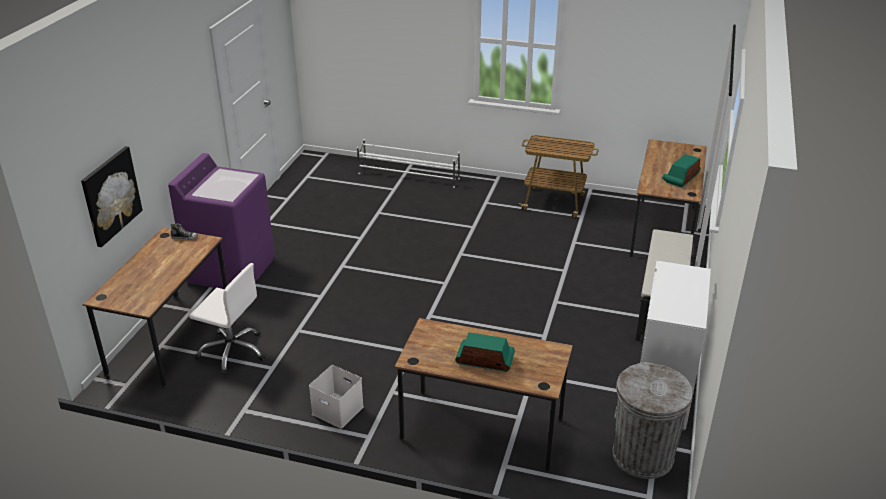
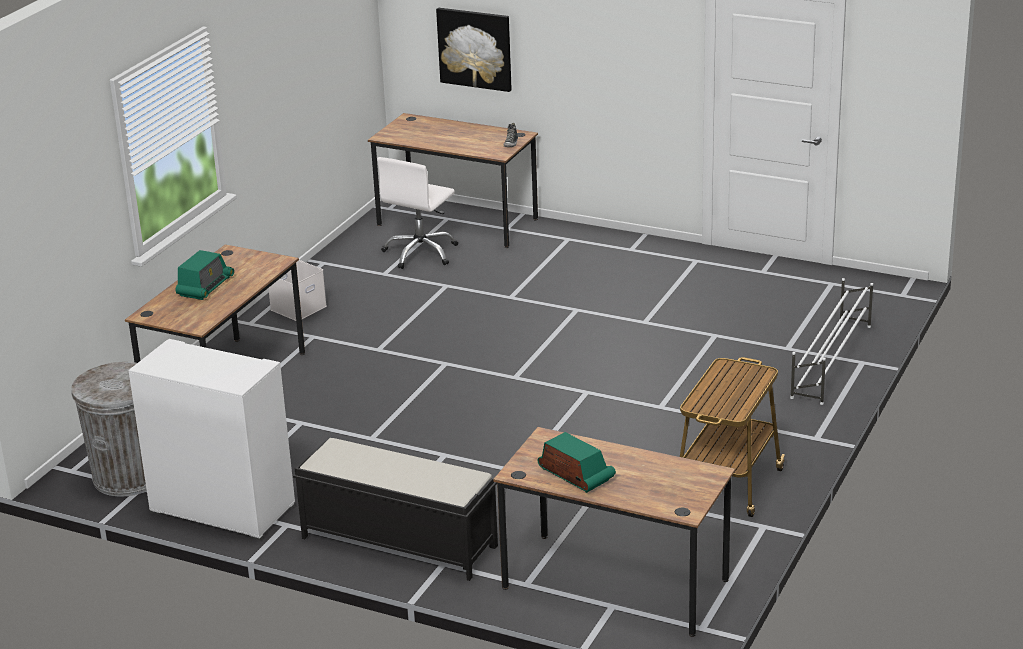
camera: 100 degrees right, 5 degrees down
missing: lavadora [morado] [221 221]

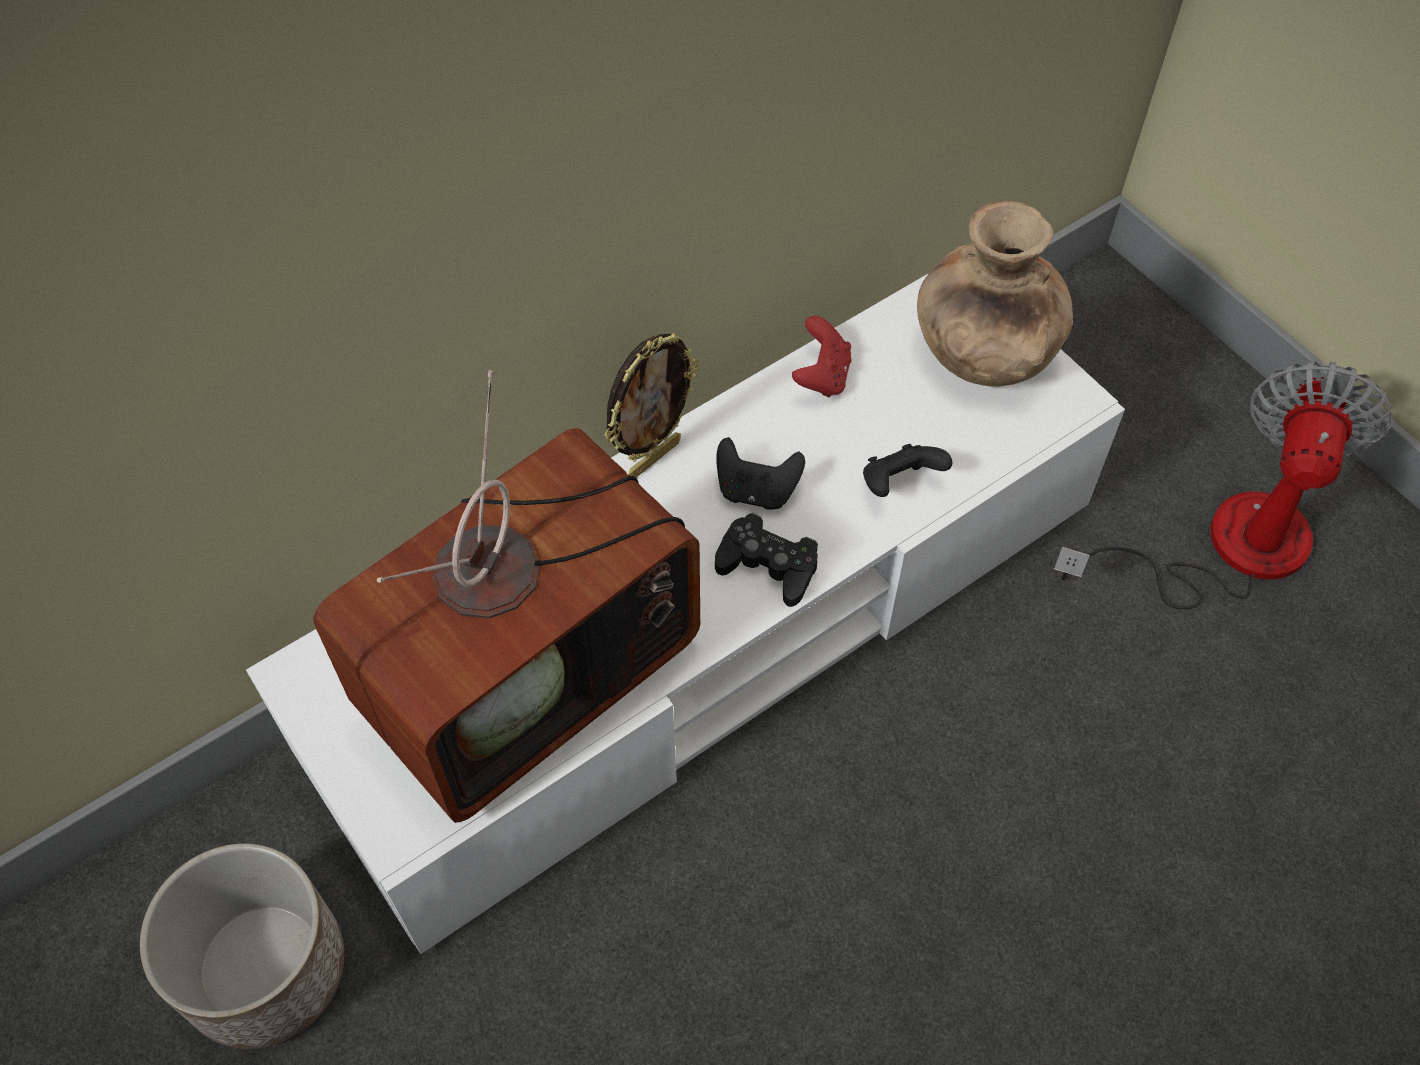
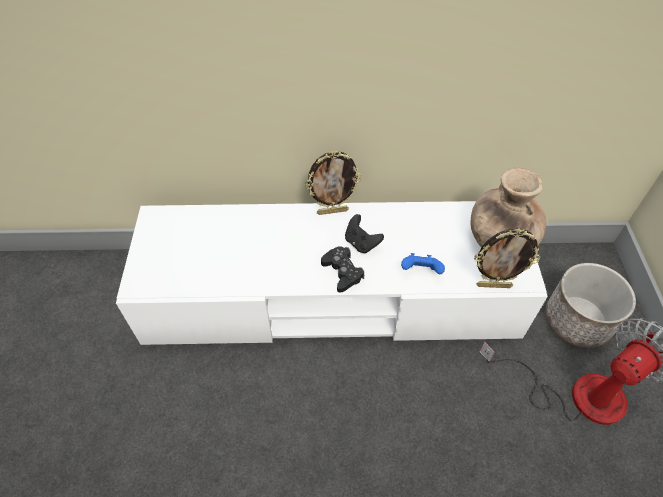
camera: 35 degrees right, 5 degrees down
missing: televisor [506 596]; mando de consola [rojo] [821 356]
appeared: portarretratos [507 258]
relocated: maceta [242 946] to [590 305]
colour: mando de consola [negro] [907 470] to mando de consola [azul] [423 263]

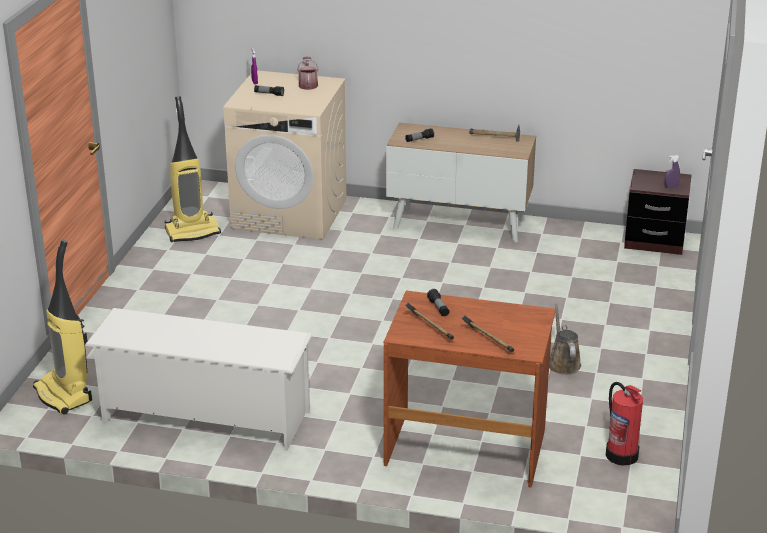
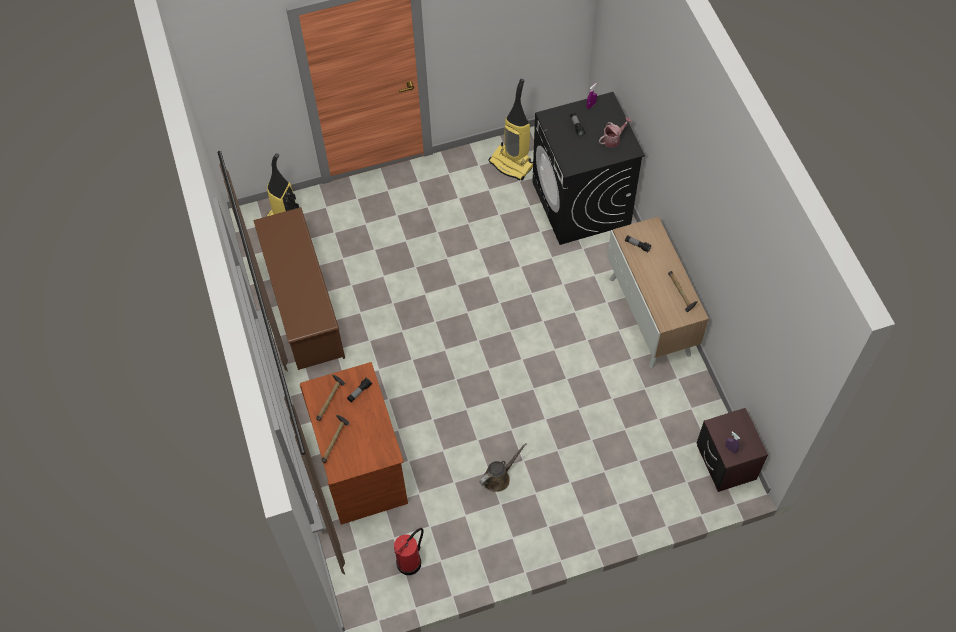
camera: 60 degrees right, 30 degrees up
colour: zapatero [blanco] [198 379] to zapatero [marrón] [299 288]; lavadora [beis] [285 155] to lavadora [negro] [588 168]

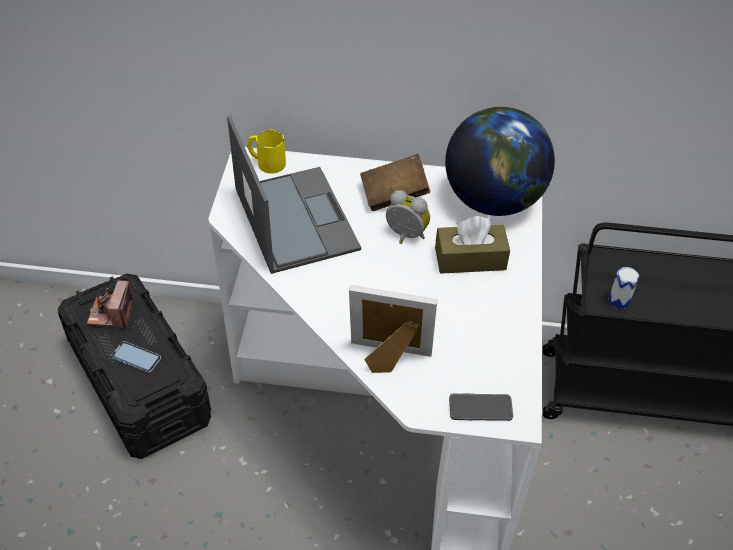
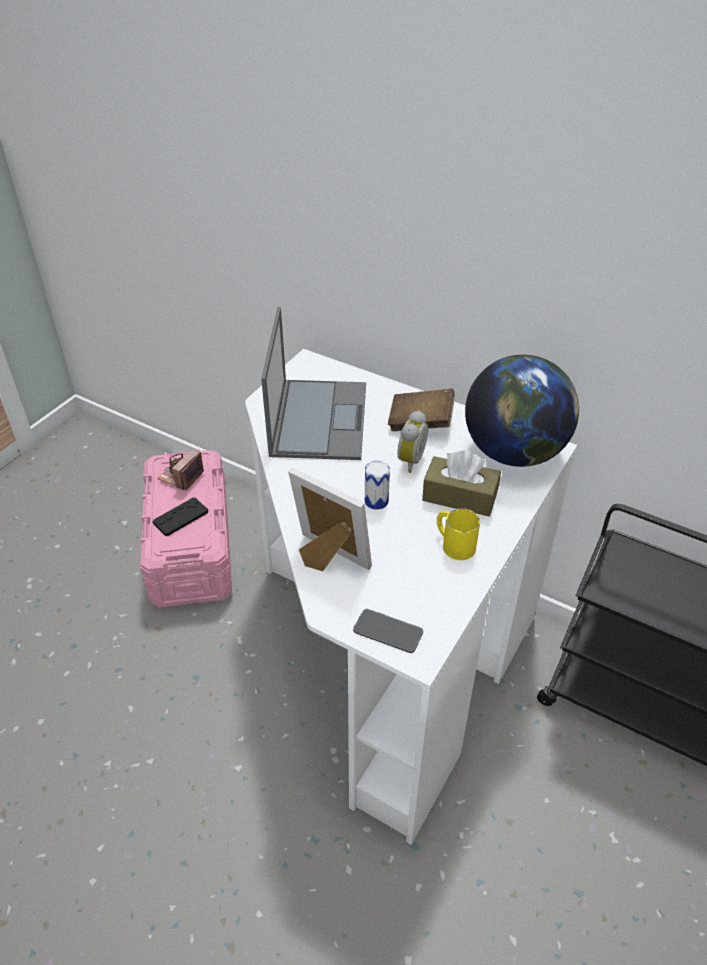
camera: 25 degrees right, 5 degrees down
relocated: taza grande [amarillo] [266 152] to [458 534]; lata [624 288] to [377 485]
exchanged: móvil [136 357] to mando de consola [negro] [180 516]
colour: caja de almacenaje [negro] [134 366] to caja de almacenaje [rosa] [186 528]
spun: despertador [408 217] = [412 441] 60 degrees clockwise

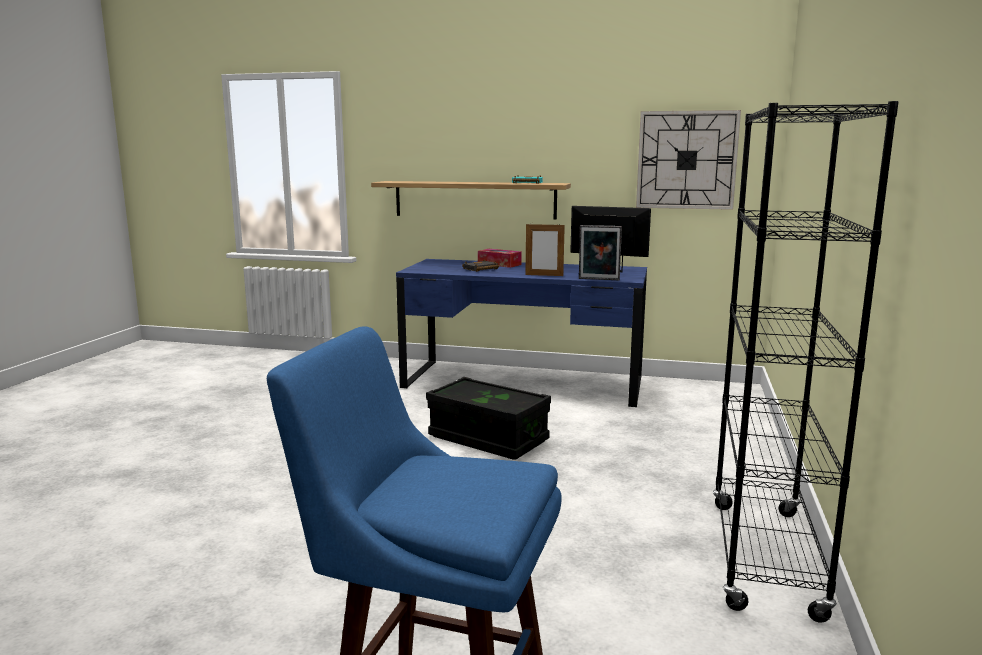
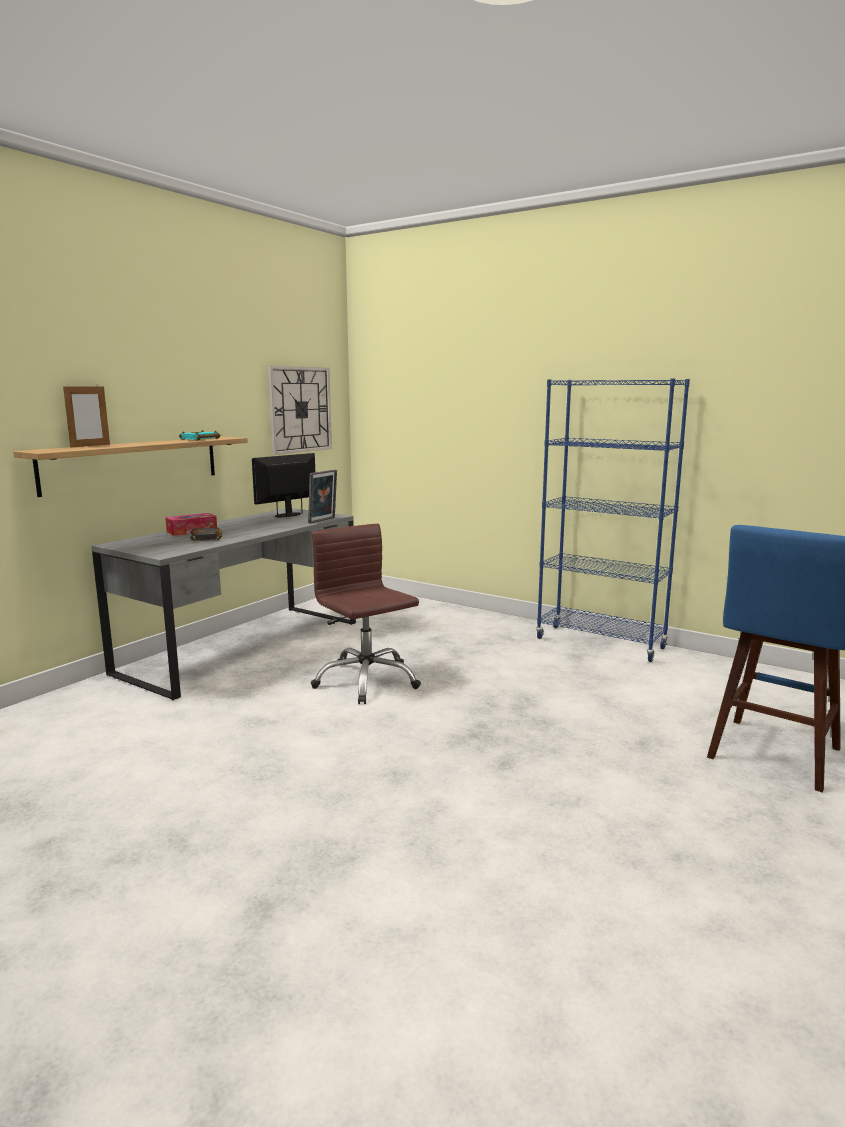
camera: 70 degrees left, 0 degrees up
relocated: portarretratos [545 249] to [86 416]
exchanged: caja de almacenaje [negro] [488 418] to silla de oficina [marrón] [366 614]
colour: escritorio [azul] [521 333] to escritorio [gris] [223 604]; estantería [negro] [806 361] to estantería [azul] [613 520]

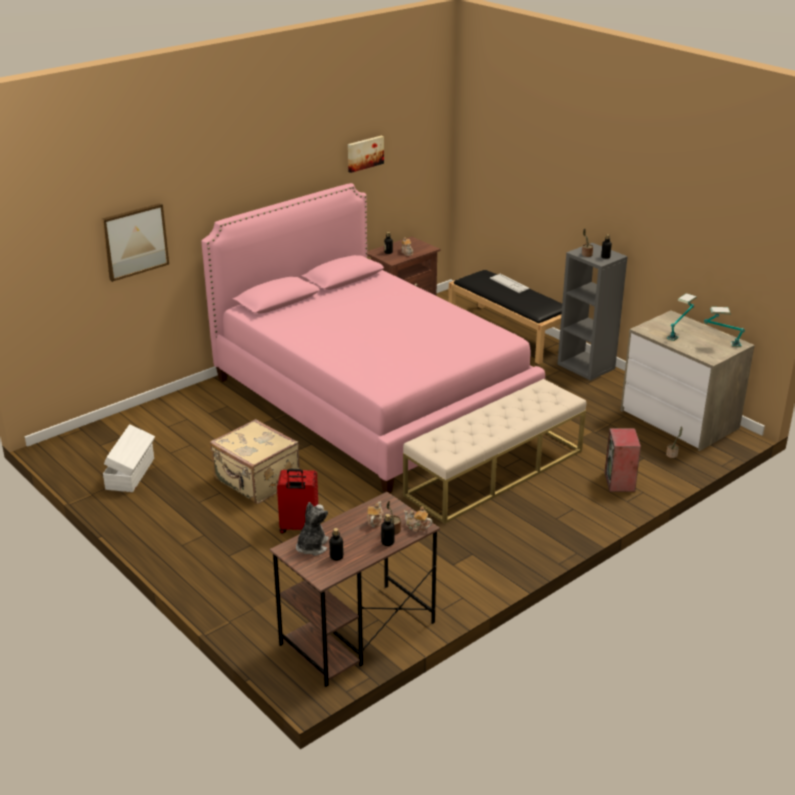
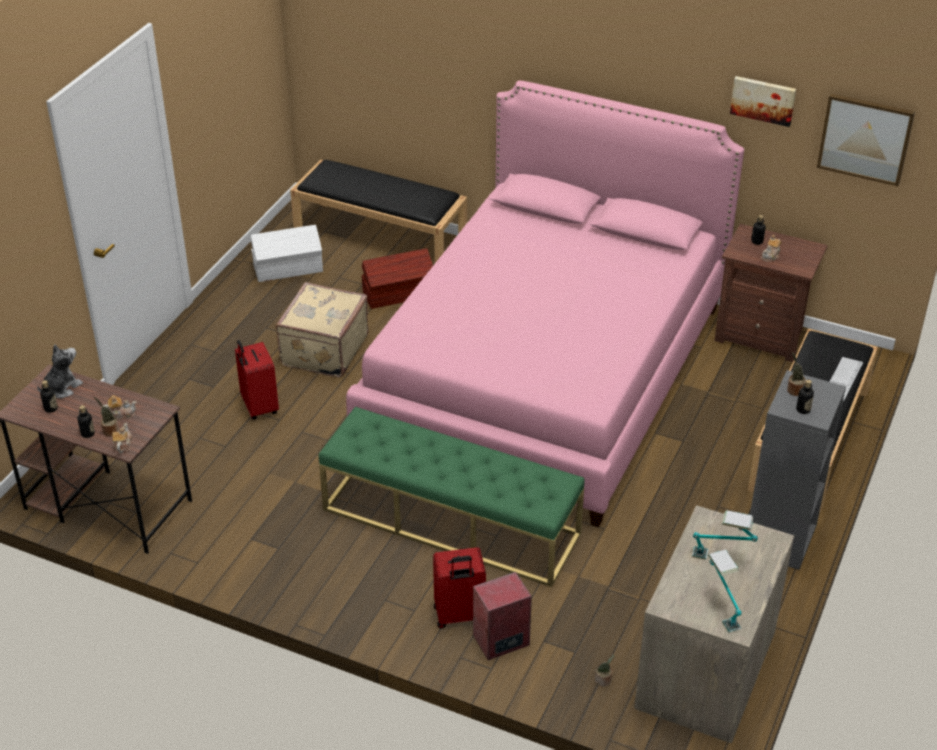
camera: 65 degrees right, 10 degrees up
appeared: banco [negro] [378 211]; caja de almacenaje [marrón] [397 278]; maleta [rojo] [459 587]
relocated: cuadro [135 242] to [866 140]
colour: banco [beis] [495 451] to banco [verde] [451 497]
spun: peluche [312 529] = [60 371] 45 degrees counterclockwise

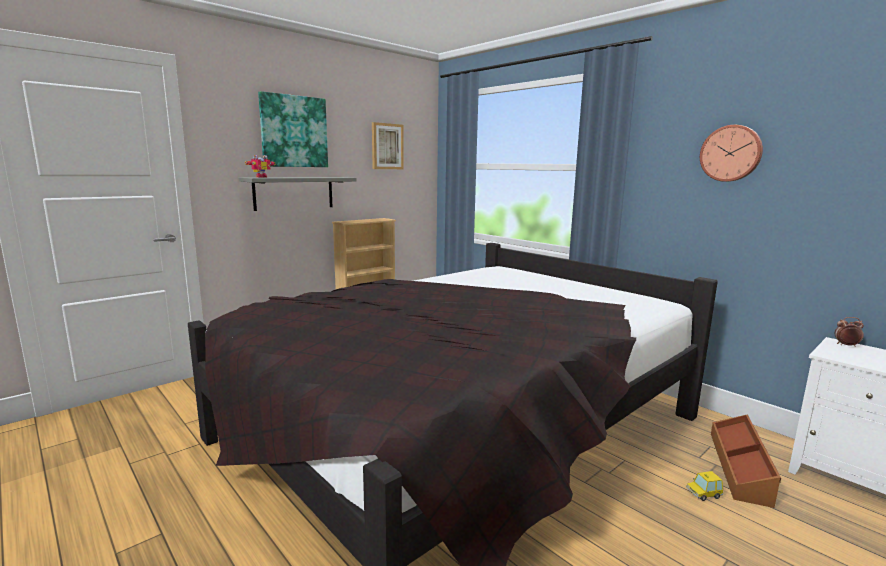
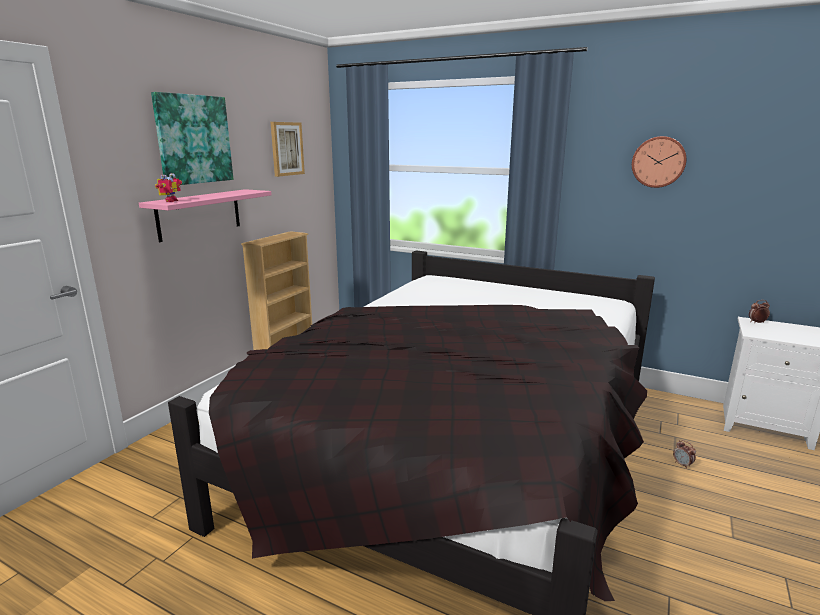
camera: 20 degrees left, 5 degrees up
missing: caja de almacenaje [marrón] [746 461]
exchanged: coche de juguete [704 486] to despertador [684 454]
colour: estante [gris] [298 194] to estante [rosa] [205 215]

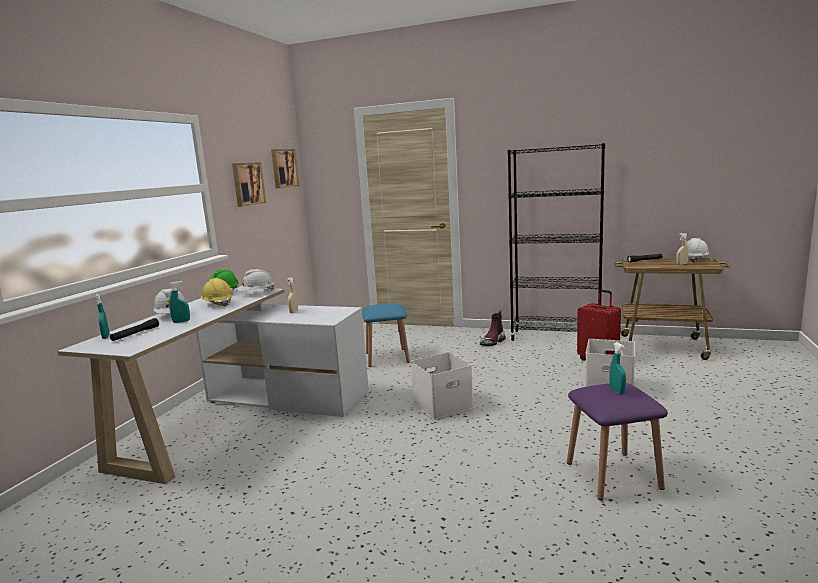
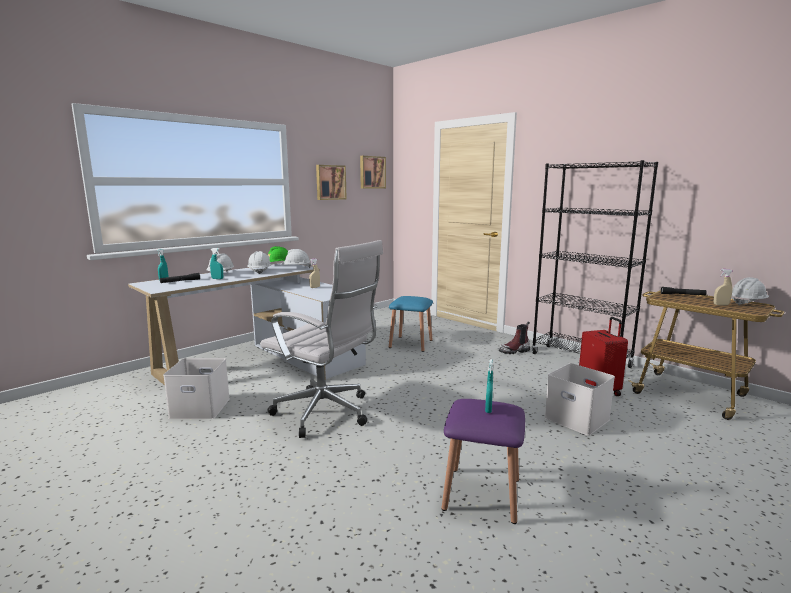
camera: 25 degrees right, 0 degrees up
appeared: silla de oficina [blanco] [321 339]
relocated: caja de almacenaje [blanco] [442 386] to [196 388]
colour: casco [amarillo] [217 292] to casco [blanco] [259 262]

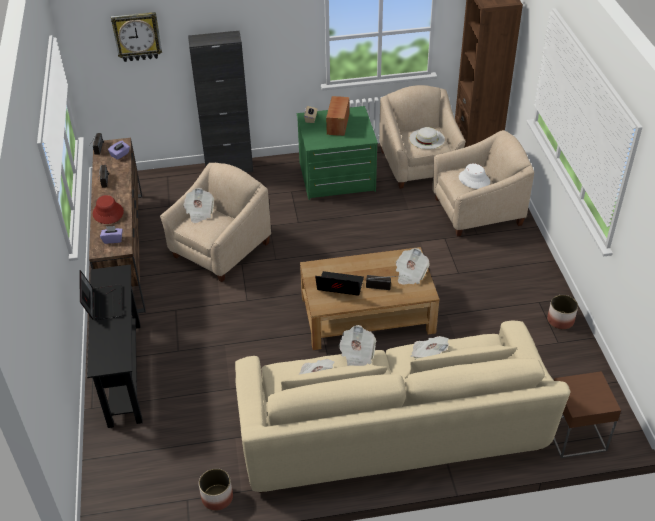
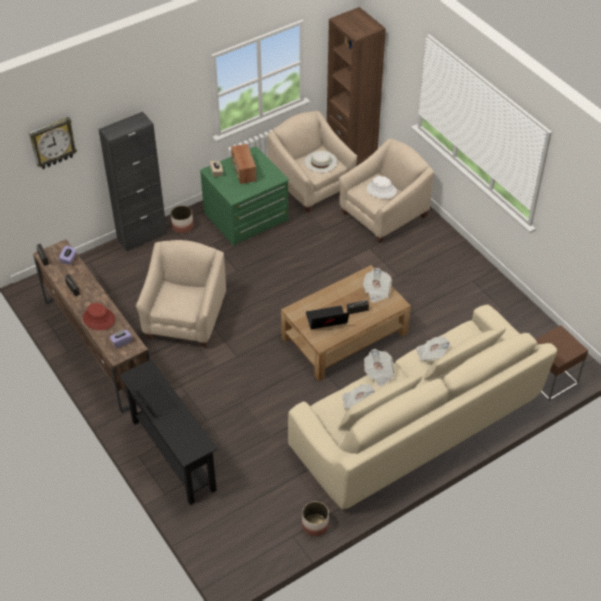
camera: 25 degrees left, 5 degrees up
missing: periódico [198 205]
relocated: maceta [562 312] to [182 219]

